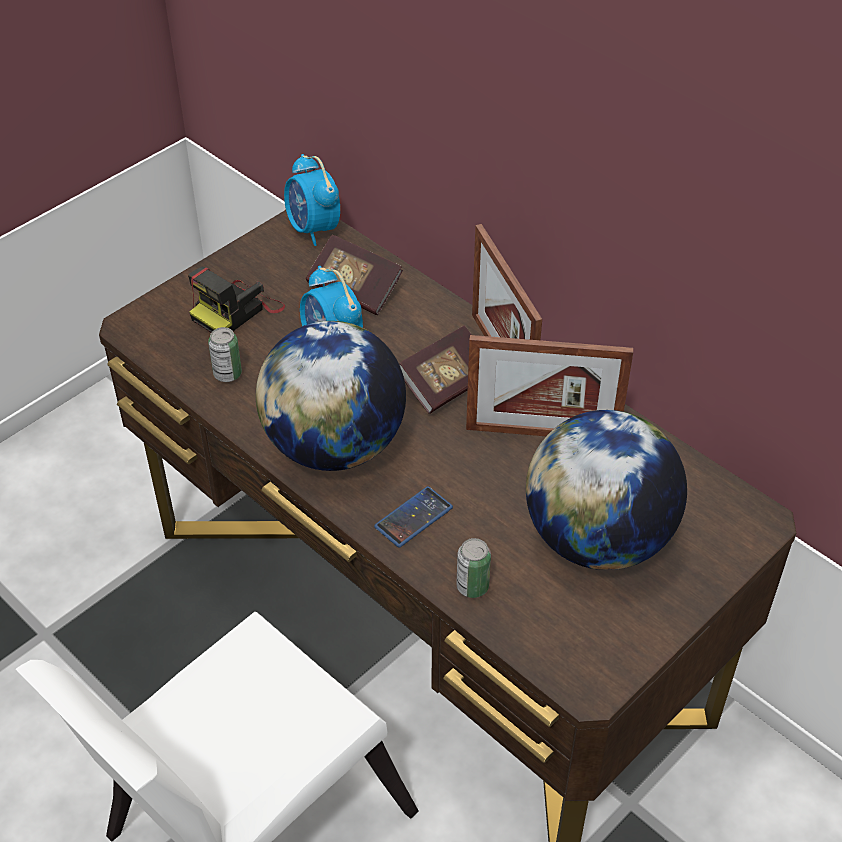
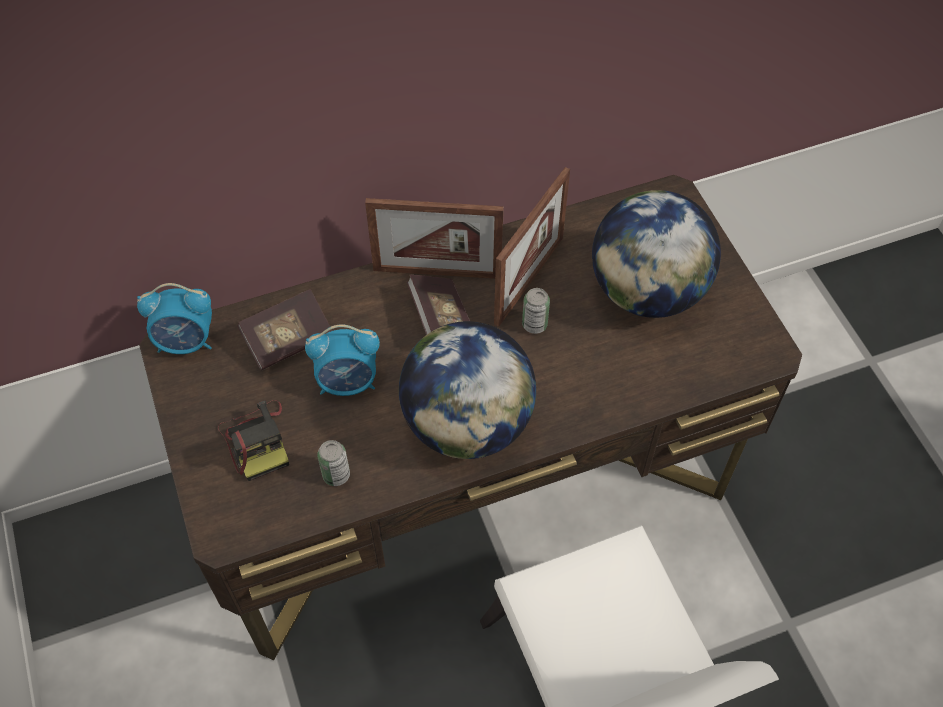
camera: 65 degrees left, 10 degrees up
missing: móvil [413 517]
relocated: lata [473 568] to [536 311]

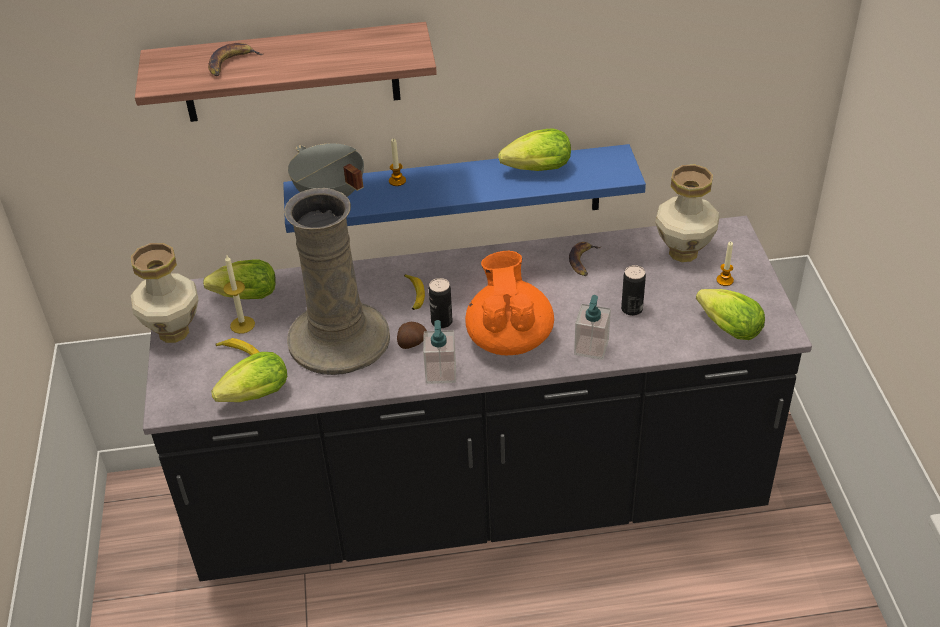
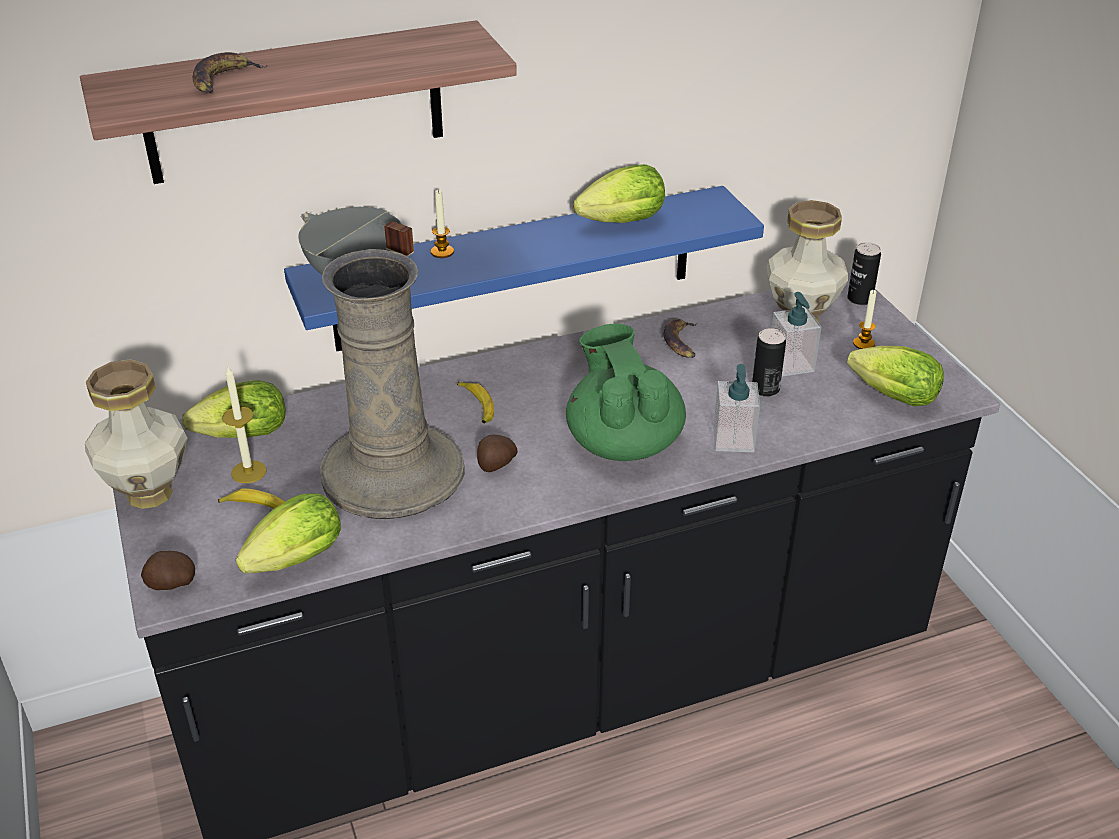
camera: 15 degrees left, 5 degrees down
appeared: patata [168 570]
relocated: dispensador de jabón [439 352] to [797 334]; lata [441 303] to [864 273]
colour: tetera [naranja] [509 303] to tetera [verde] [626 392]

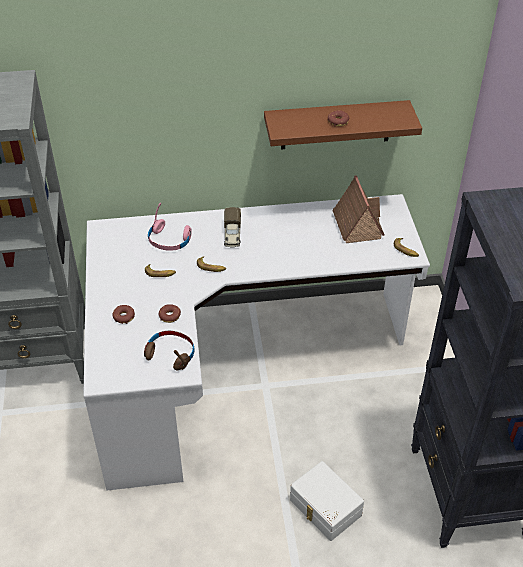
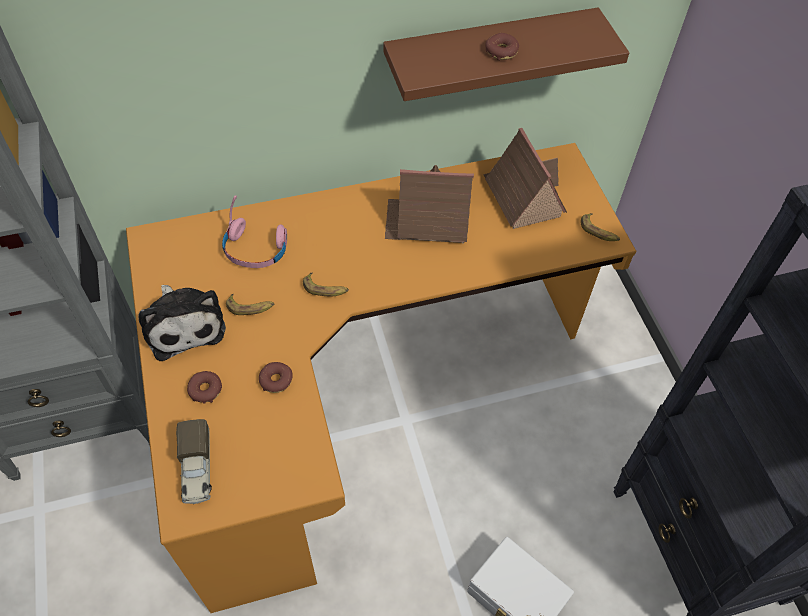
camera: 10 degrees left, 10 degrees up
missing: auriculares [marrón] [169 350]
appeared: peluche [182 323]; casita [429 204]
relocated: camión de juguete [232 227] to [194 461]
colour: escritorio [blanco] [256 342] to escritorio [naranja] [381 378]

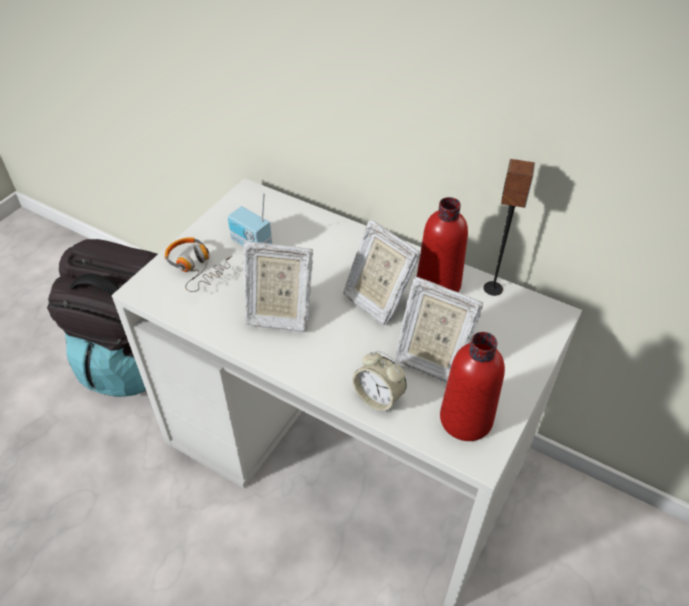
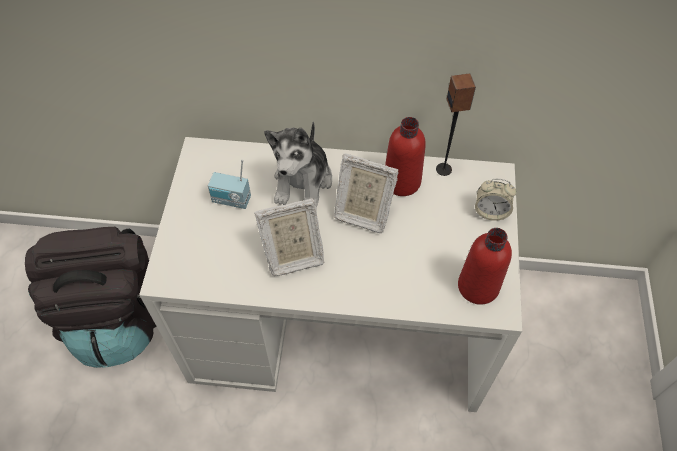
camera: 25 degrees left, 10 degrees up
missing: auriculares [198 264]; portarretratos [439 330]
appeared: peluche [298 164]
relocated: despertador [380 382] to [495 200]

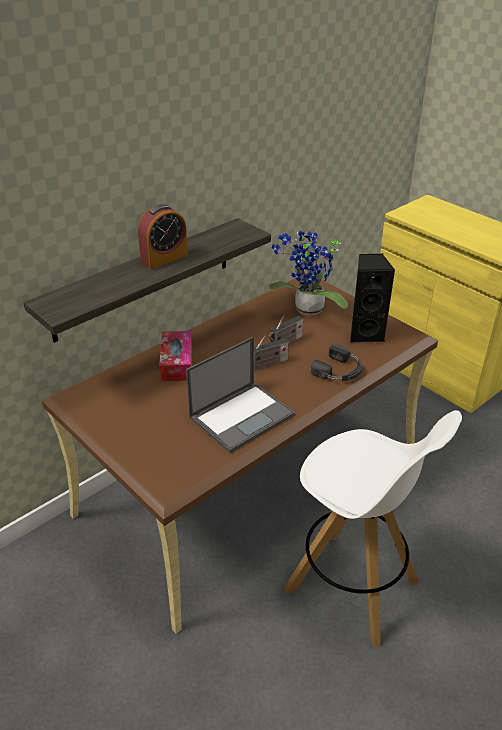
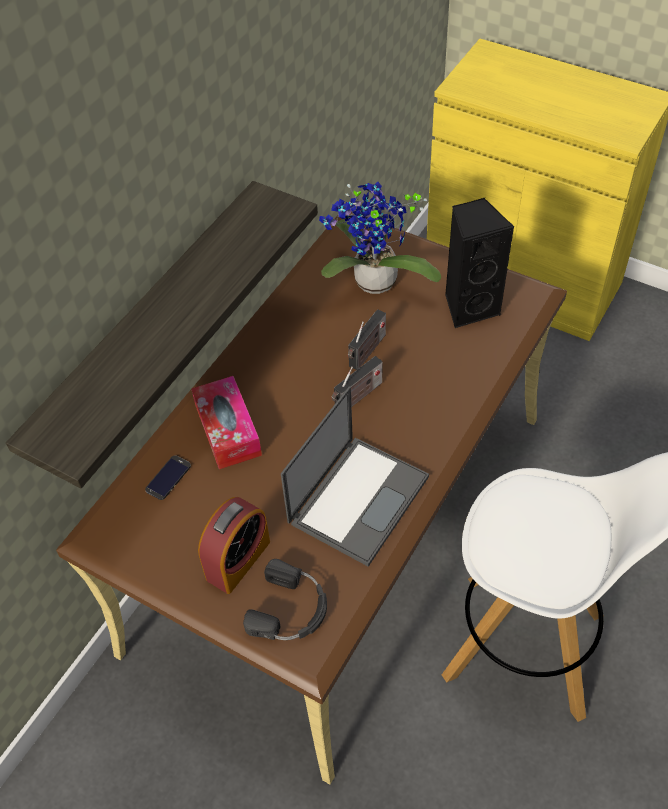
camera: 15 degrees left, 15 degrees up
appeared: móvil [168 477]
relocated: despertador [163 236] to [234 545]; auriculares [negro] [337 362] to [285 599]

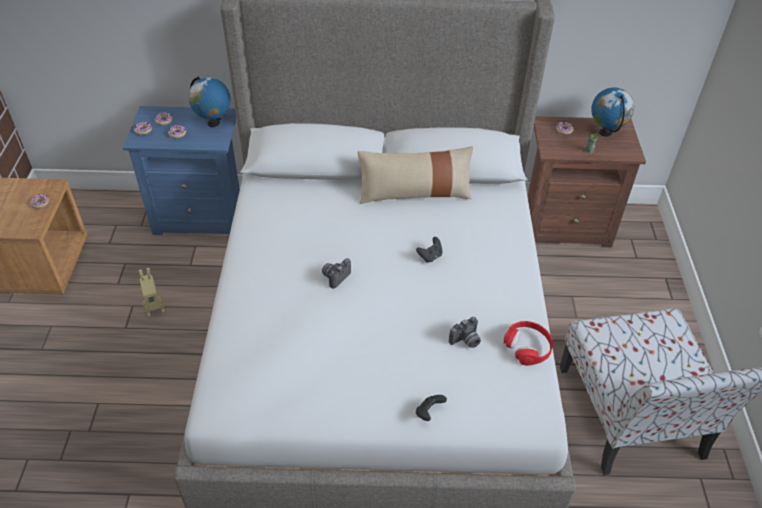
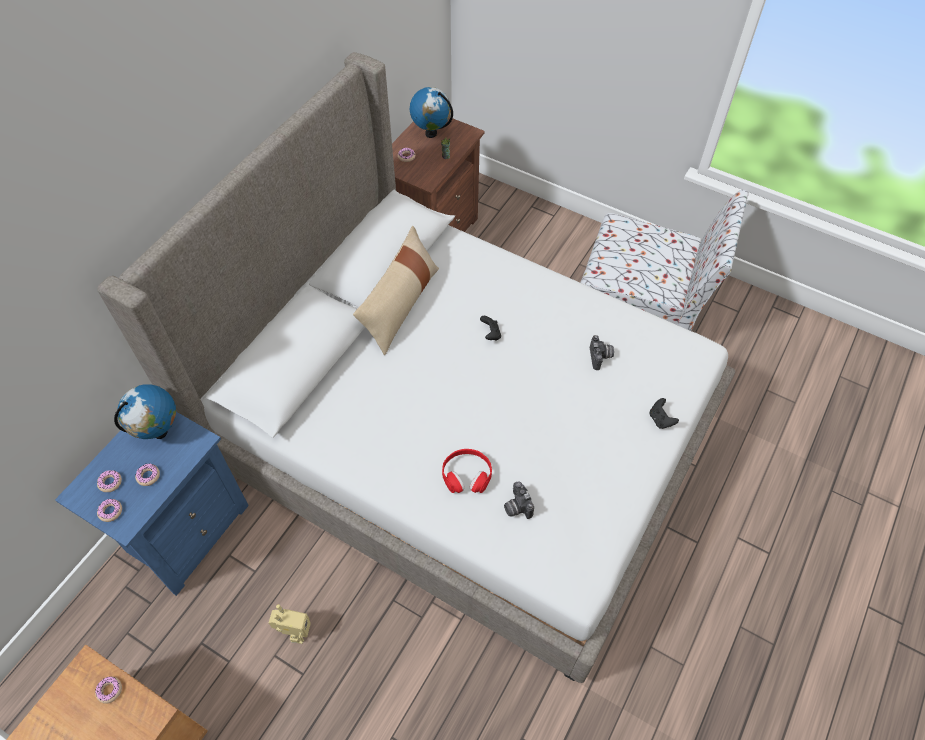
camera: 60 degrees left, 10 degrees up
relocated: cámara [336 273] to [519 500]; auriculares [rojo] [528 343] to [467 471]

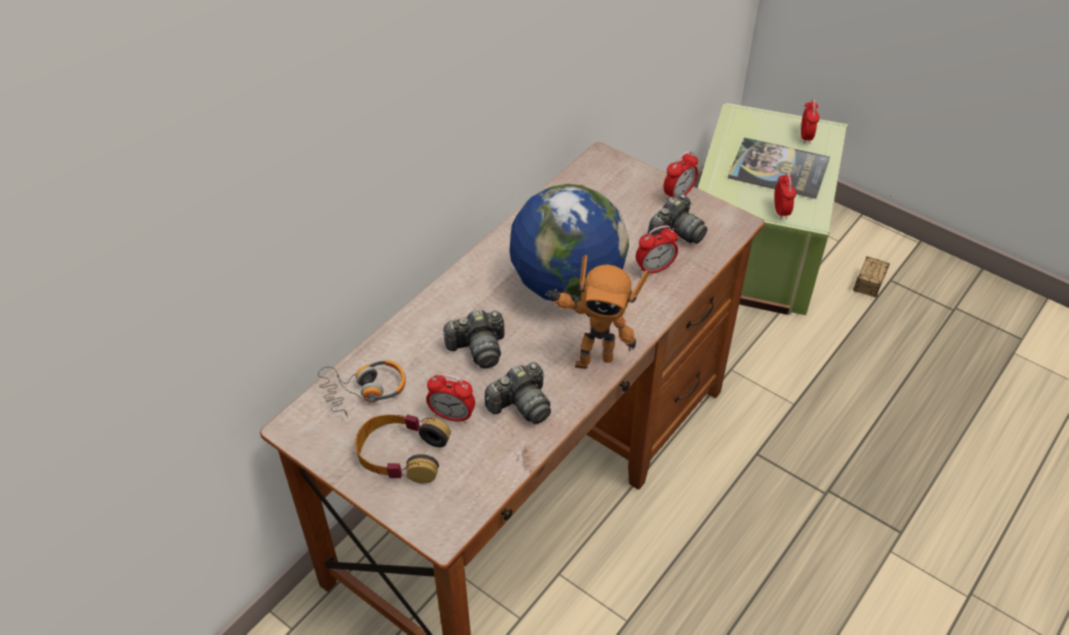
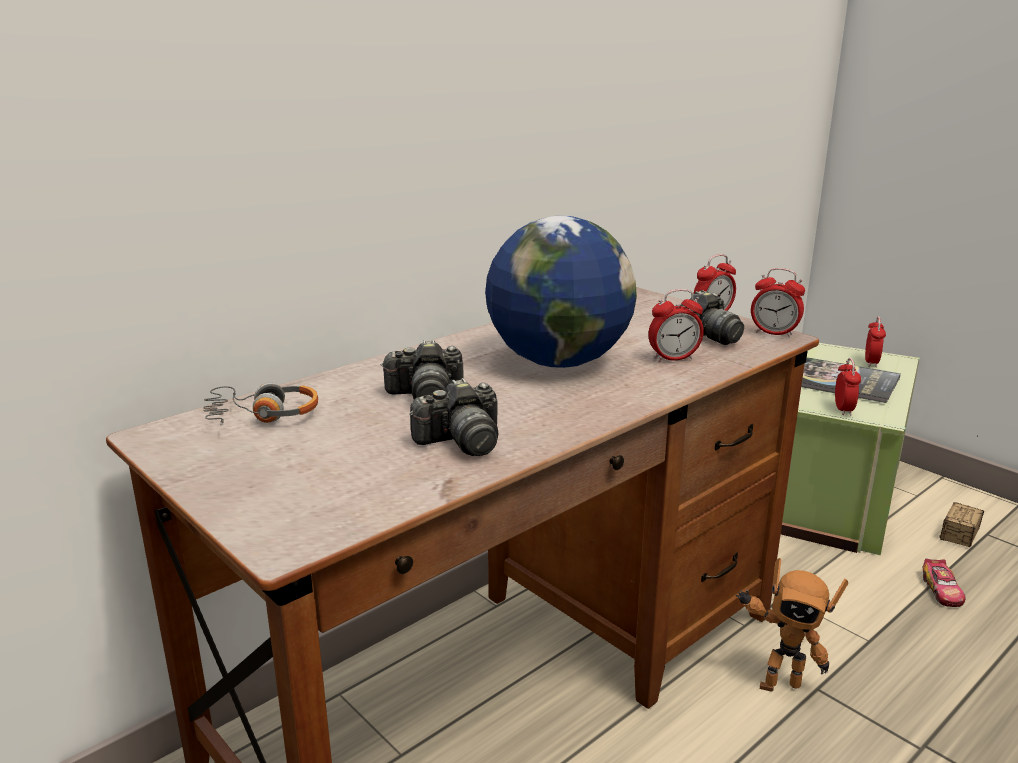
camera: 10 degrees right, 25 degrees down
missing: auriculares [403 448]
appeared: coche de juguete [944 583]
relocated: despertador [450 398] to [778 302]; robot de juguete [597 312] to [792 625]

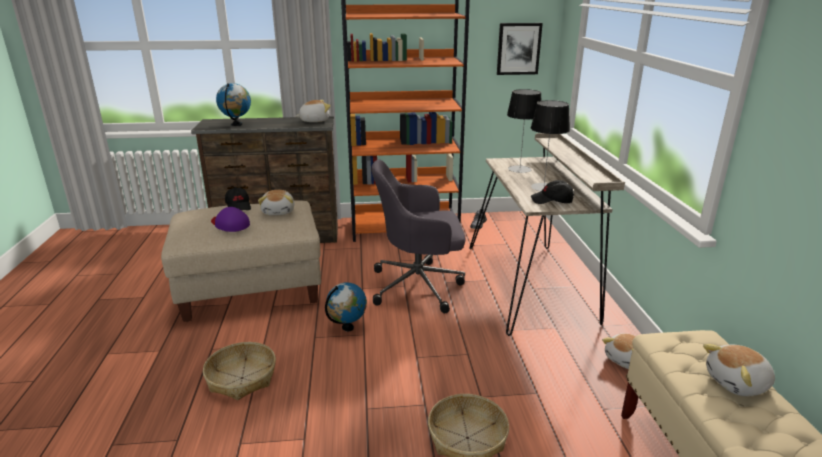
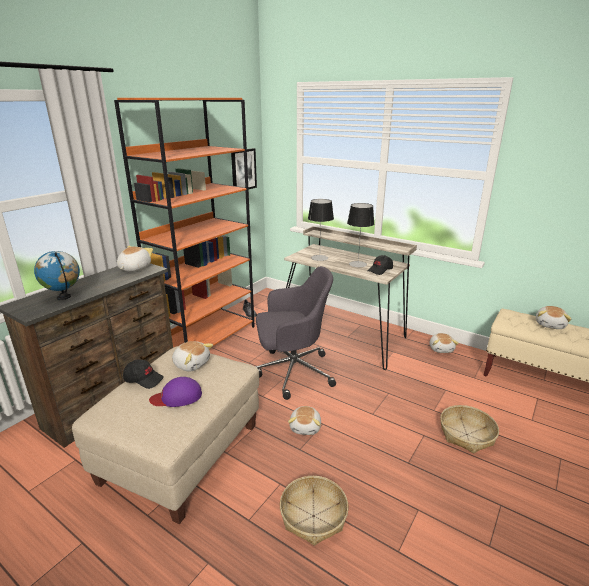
camera: 50 degrees left, 0 degrees up
exchanged: globo terráqueo [346 306] to peluche [304 420]
spun: silla de oficina [gris] [418 236] = [295 333] 135 degrees counterclockwise

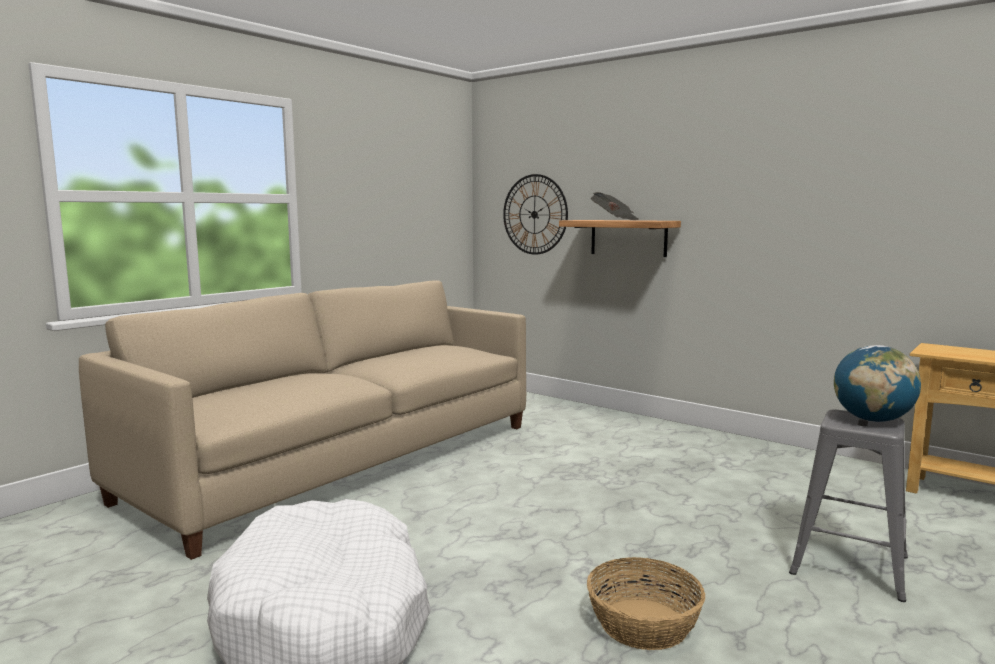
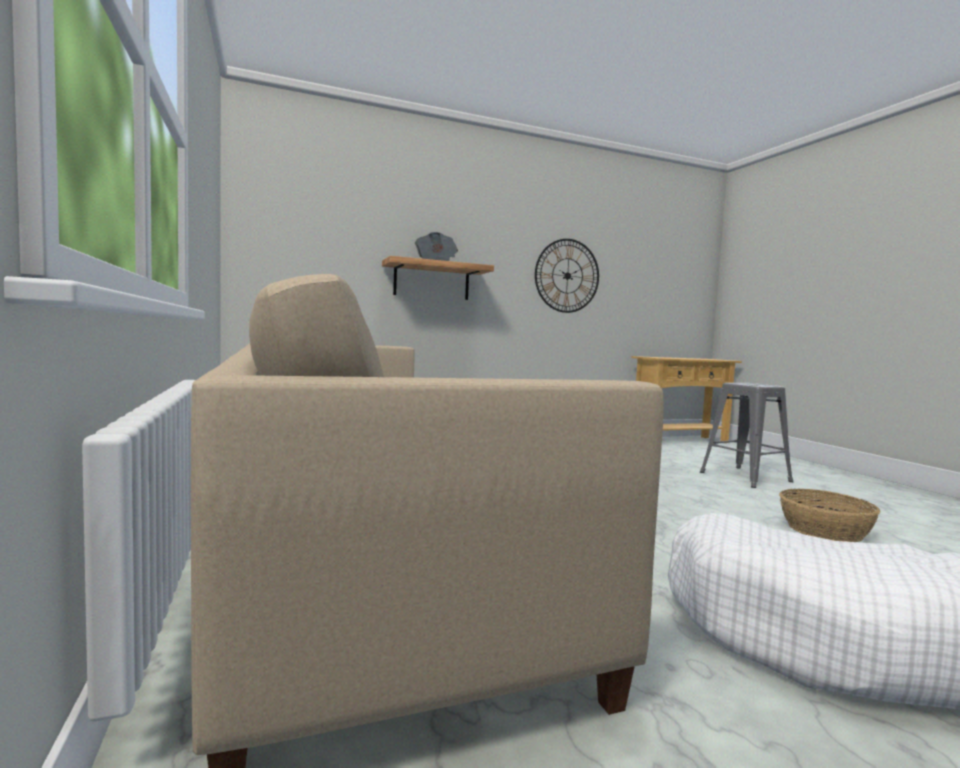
camera: 60 degrees left, 5 degrees down
missing: globo terráqueo [877 383]
relocated: reloj de pared [535 214] to [567 276]

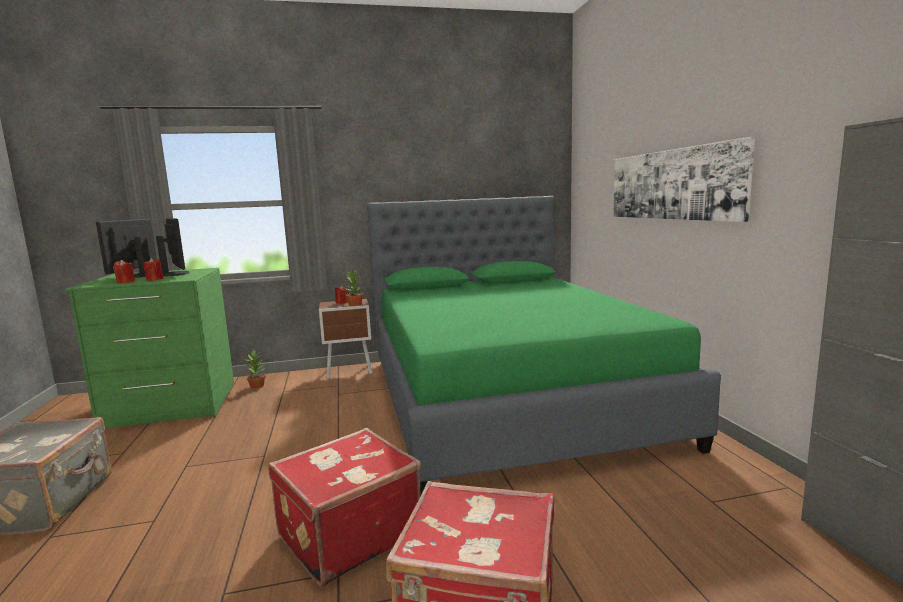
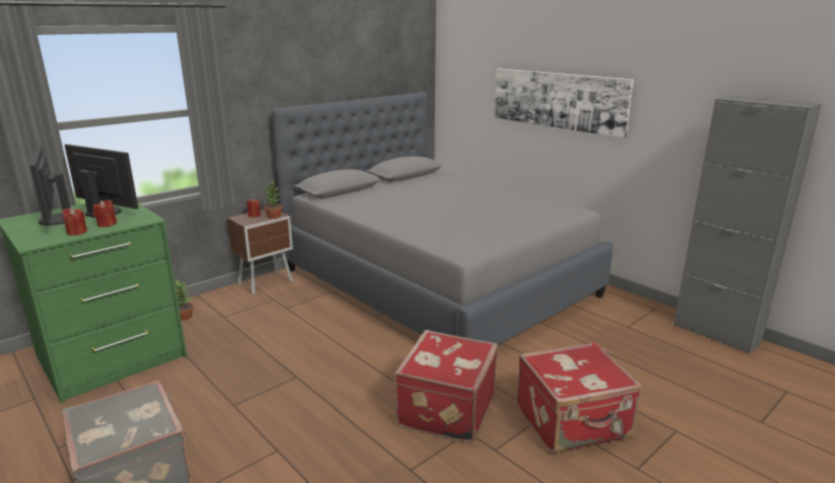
camera: 30 degrees left, 10 degrees up
colour: cama [verde] [544 346] to cama [gris] [442 218]

